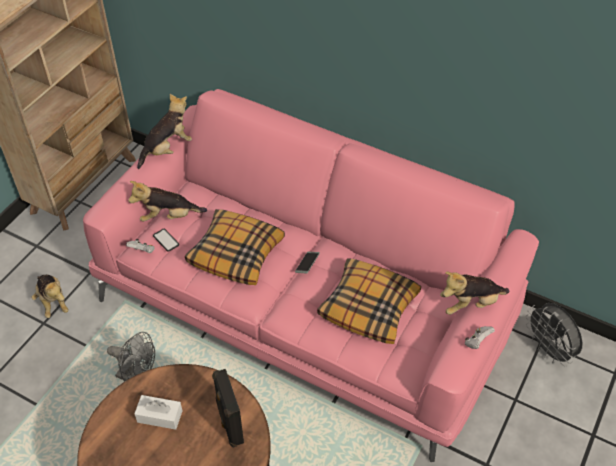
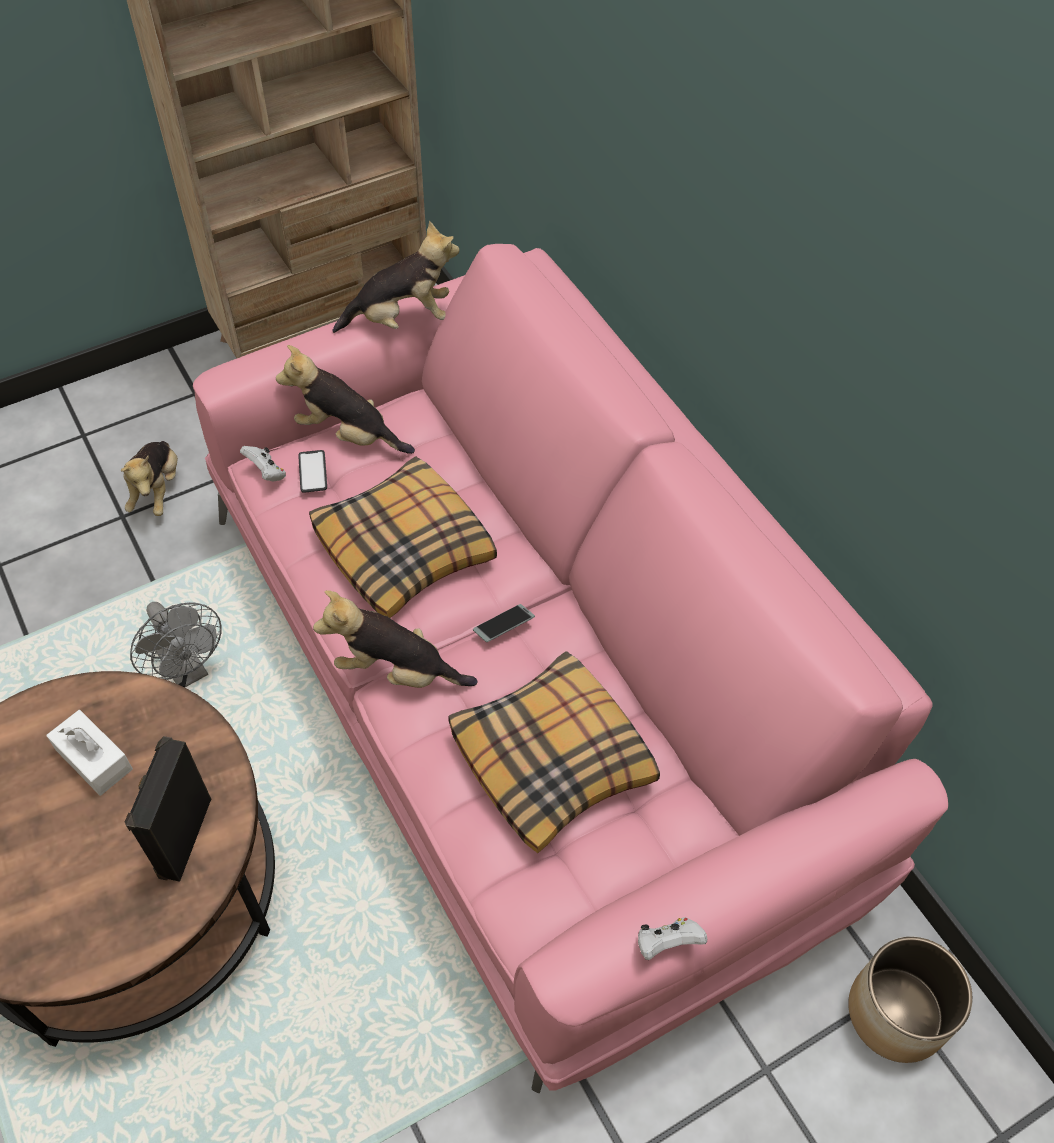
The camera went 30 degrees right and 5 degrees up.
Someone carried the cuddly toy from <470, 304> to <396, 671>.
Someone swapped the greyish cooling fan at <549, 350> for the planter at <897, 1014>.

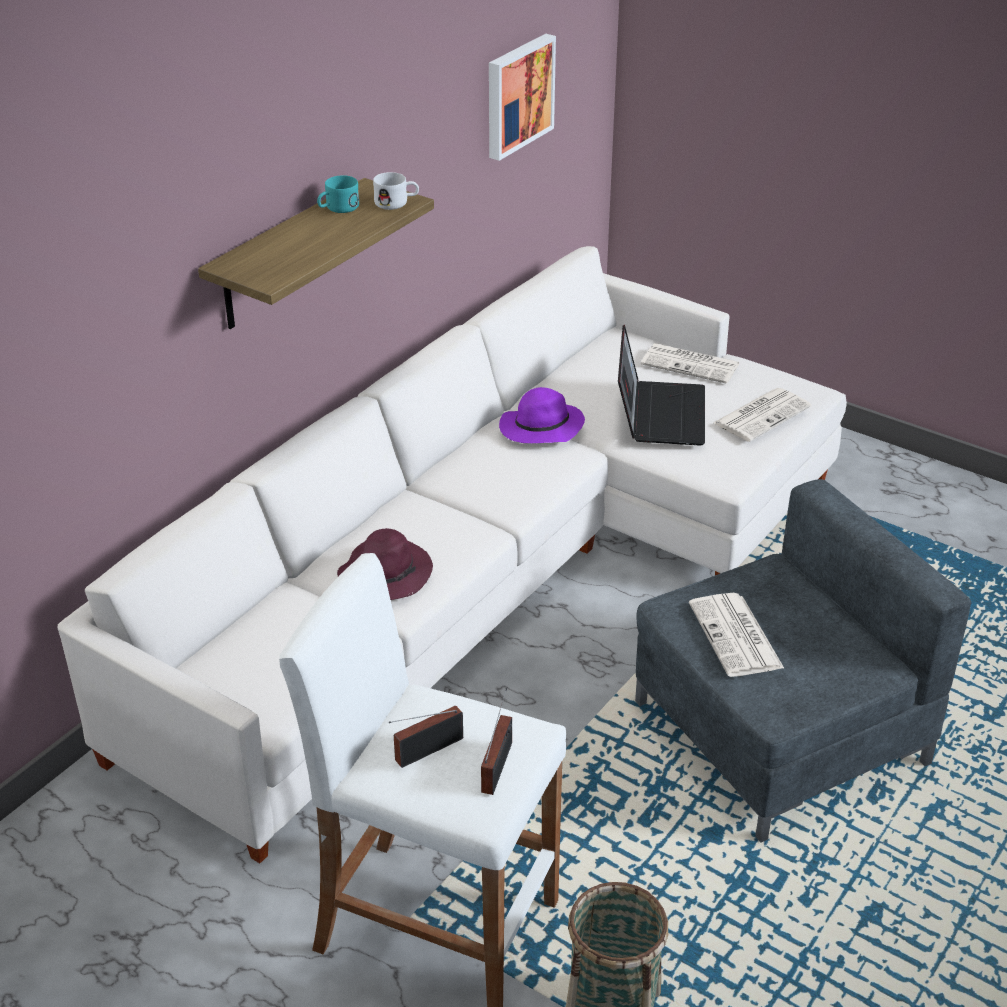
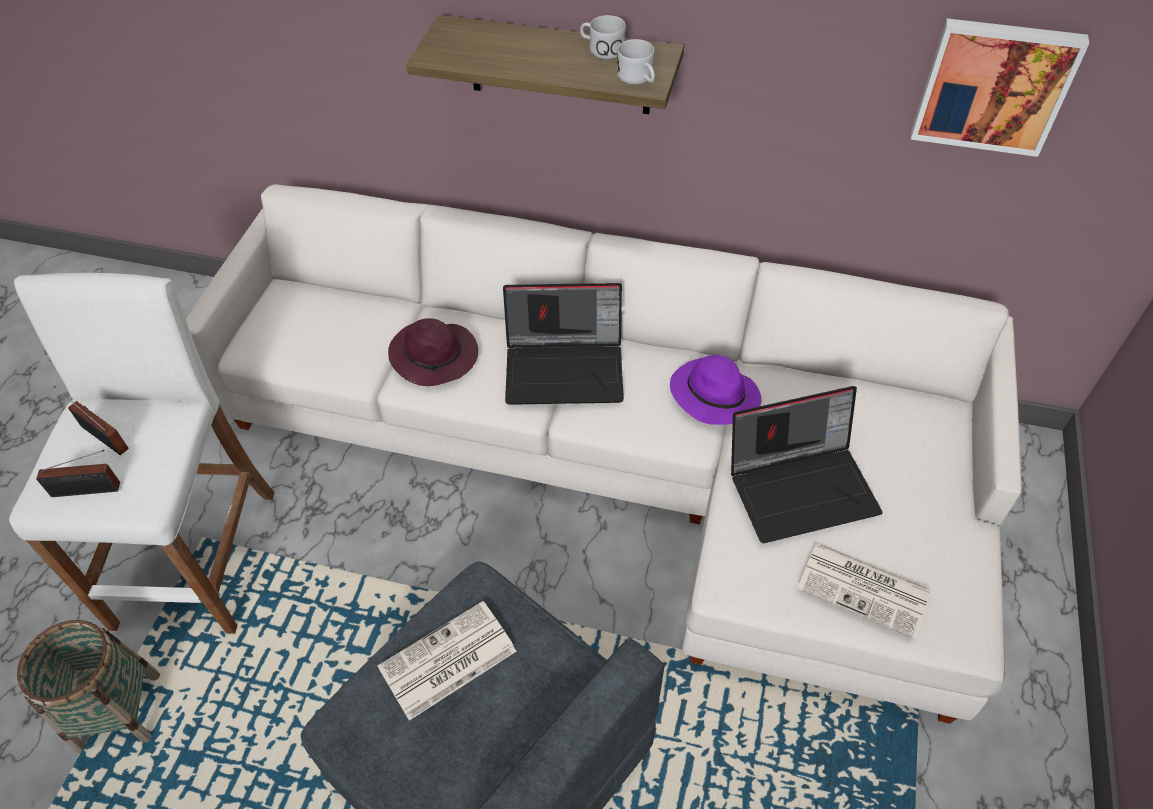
The camera went 70 degrees right and 15 degrees up.
Someone repainted the blue-green mug at <337, 208>, which became the white-coloured mug at <601, 49>.
Someone took away the printed paper at <691, 364>.
Someone put down the portable computer at <566, 368>.

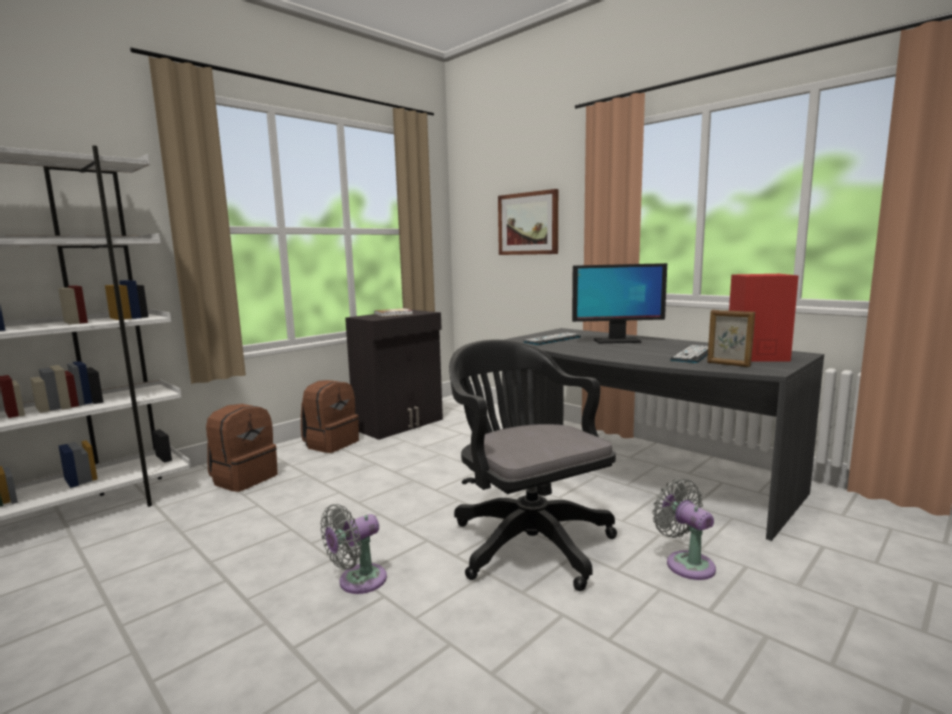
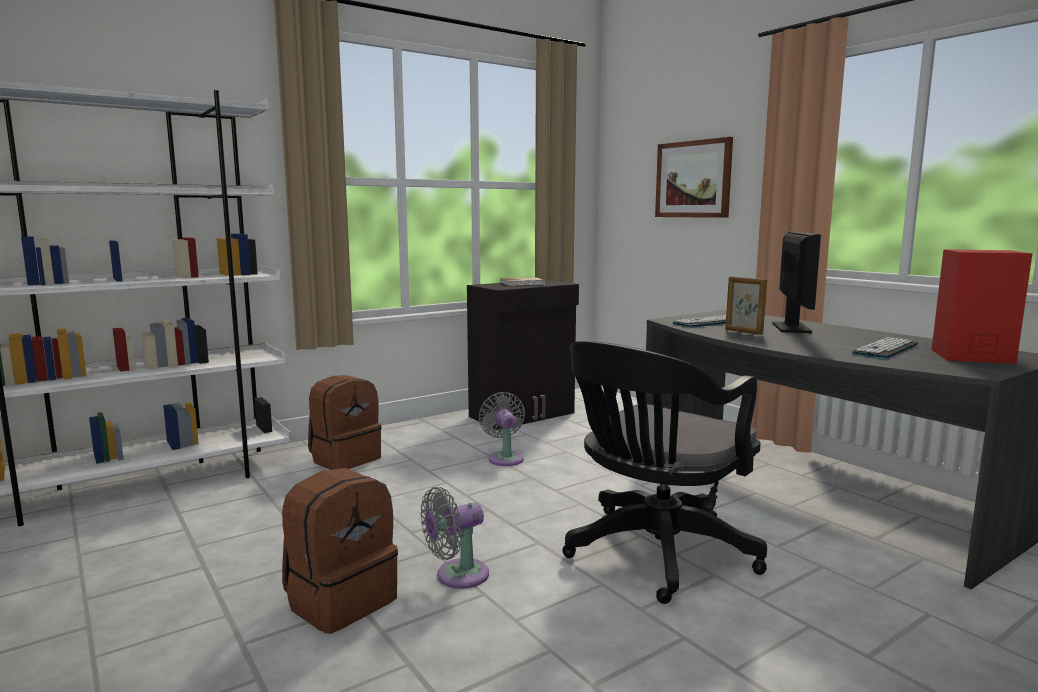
The camera went 10 degrees right and 0 degrees up.
Someone rotated the monitor at <616, 341> by 90 degrees counterclockwise.
Someone carried the photo frame from <728, 364> to <743, 332>.
Someone rotated the black computer chair at <526, 540> by 120 degrees counterclockwise.
Someone carried the brown knapsack from <331, 444> to <341, 600>.
Someone carried the greyish cooling fan from <686, 563> to <505, 458>.

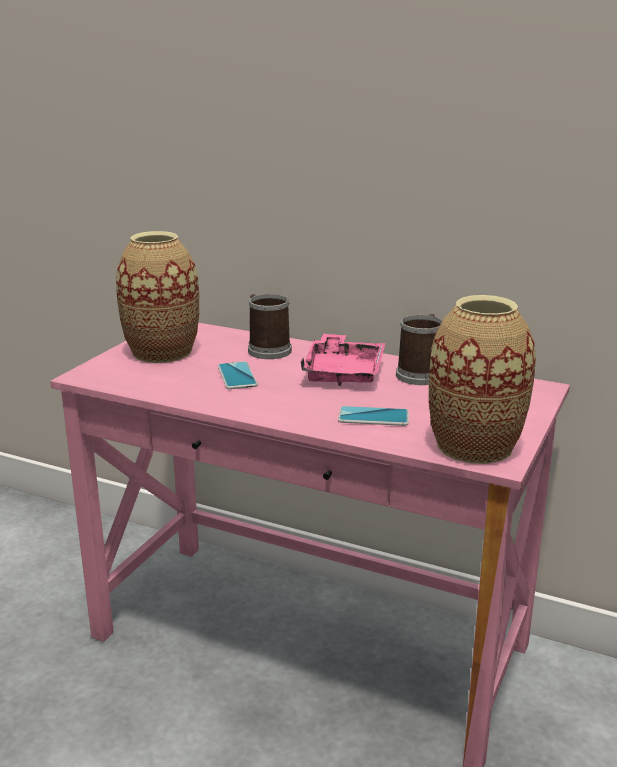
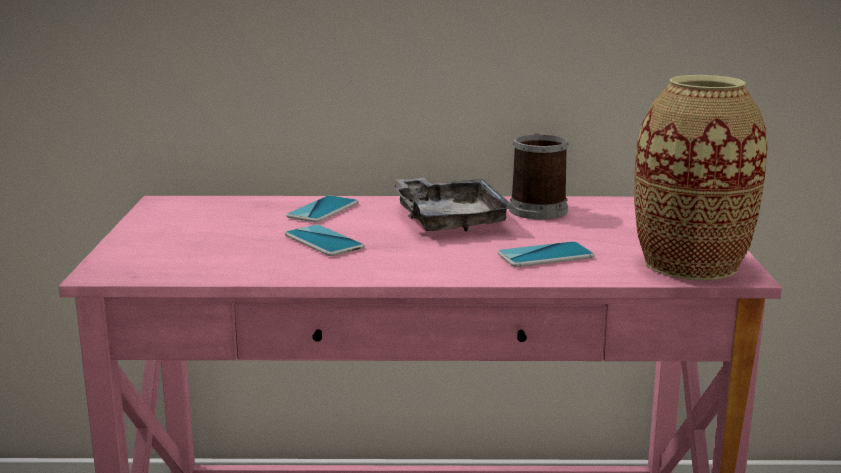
The camera went 25 degrees left and 5 degrees down.
Someone took away the vase at <162, 352>.
Someone swapped the mug at <266, 349> for the phone at <323, 210>.
Someone repainted the pink-coloured carrying tray at <343, 372>, which became the greyish carrying tray at <449, 219>.

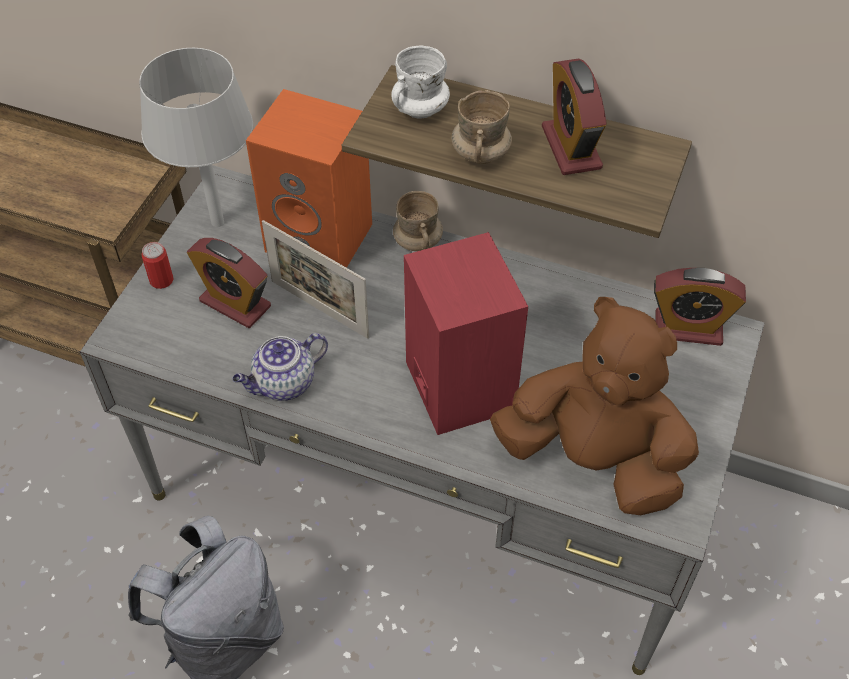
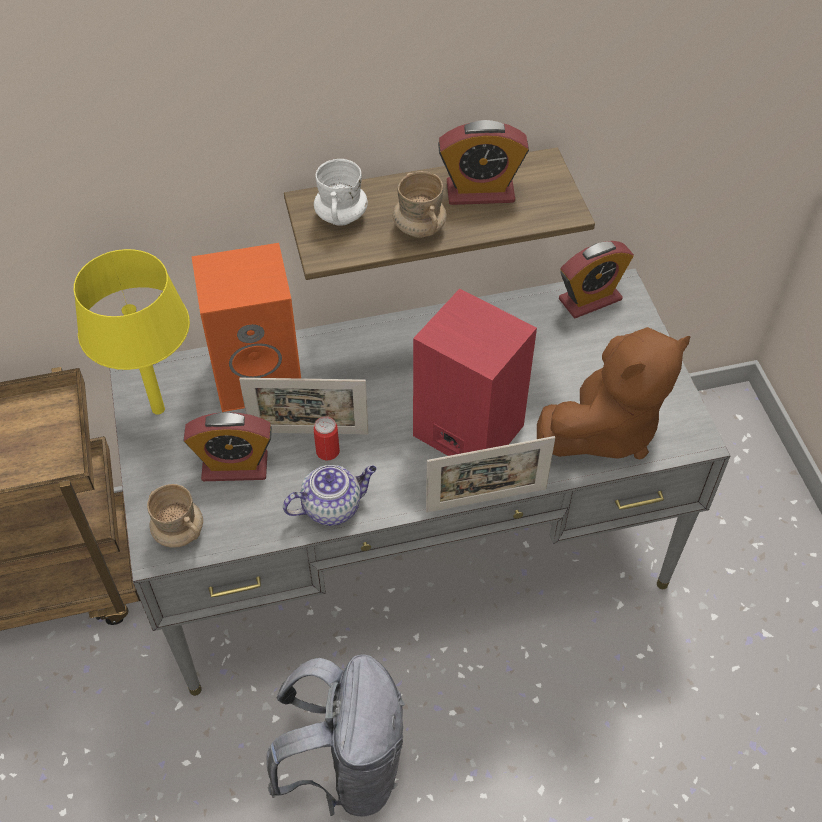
The camera went 35 degrees left and 0 degrees up.
Someone repainted the greyish lamp for a table at <217, 222>, which became the yellowish lamp for a table at <158, 409>.
Someone rotated the alarm clock at <571, 147> by 45 degrees counterclockwise.
Someone carried the sand-coloured mug from <418, 242> to <179, 532>.
Someone carried the sealed can from <161, 280> to <327, 451>.
Someone rotated the brown cuddly toy at <593, 459> by 150 degrees clockwise.
Someone rotated the pot for tea at <284, 384> by 135 degrees counterclockwise.
Someone put down the photo frame at <486, 500>.

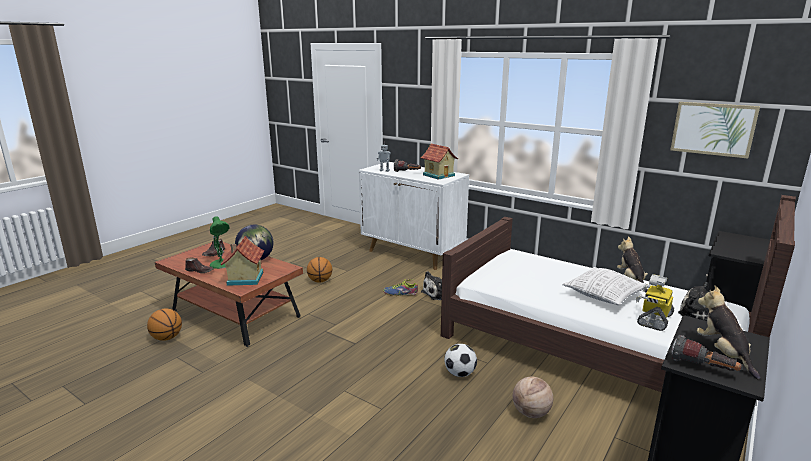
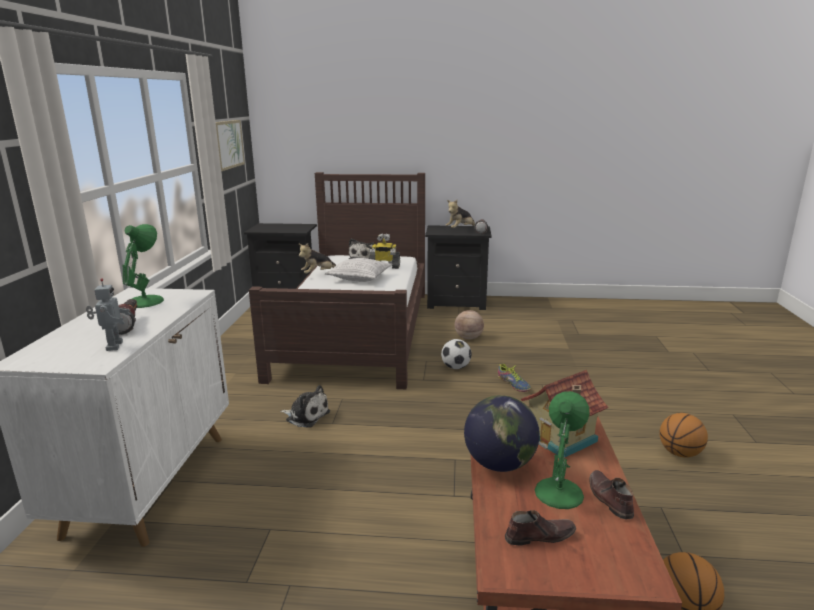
The camera went 120 degrees left and 0 degrees up.
Someone swapped the model house at <439, 175> for the greenish lamp for a table at <146, 301>.
Someone carried the ball for basketball from <320, 281> to <679, 453>.
Someone carried the low shoe from <400, 293> to <513, 384>.

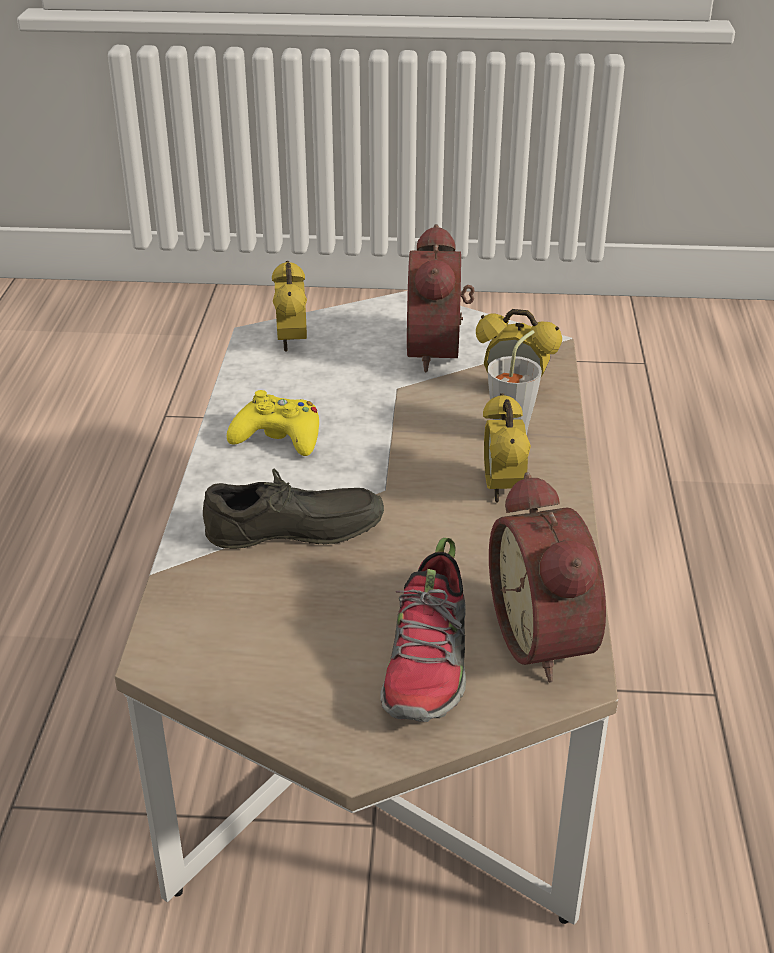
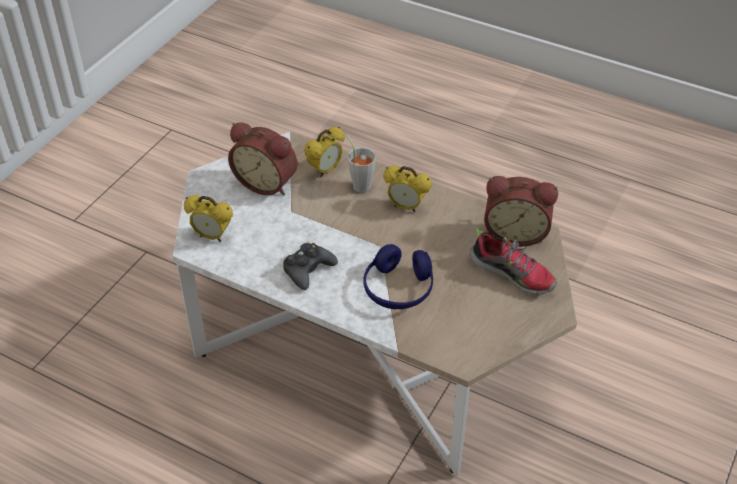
The camera went 65 degrees left and 10 degrees up.
Someone repainted the yellowish gamepad at <278, 437>, which became the black gamepad at <308, 270>.
Someone swapped the greyish low shoe at <295, 535> for the bluish headphones at <398, 288>.

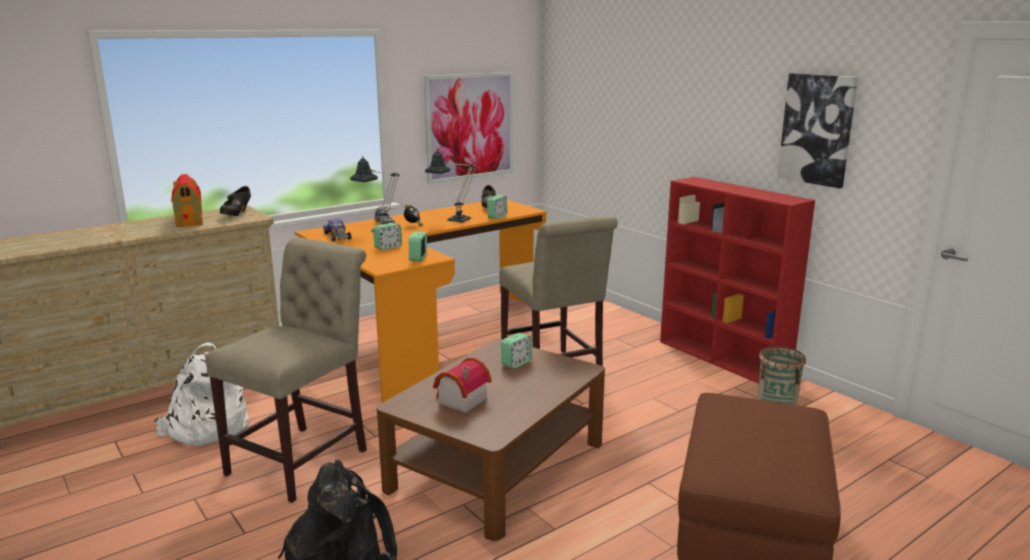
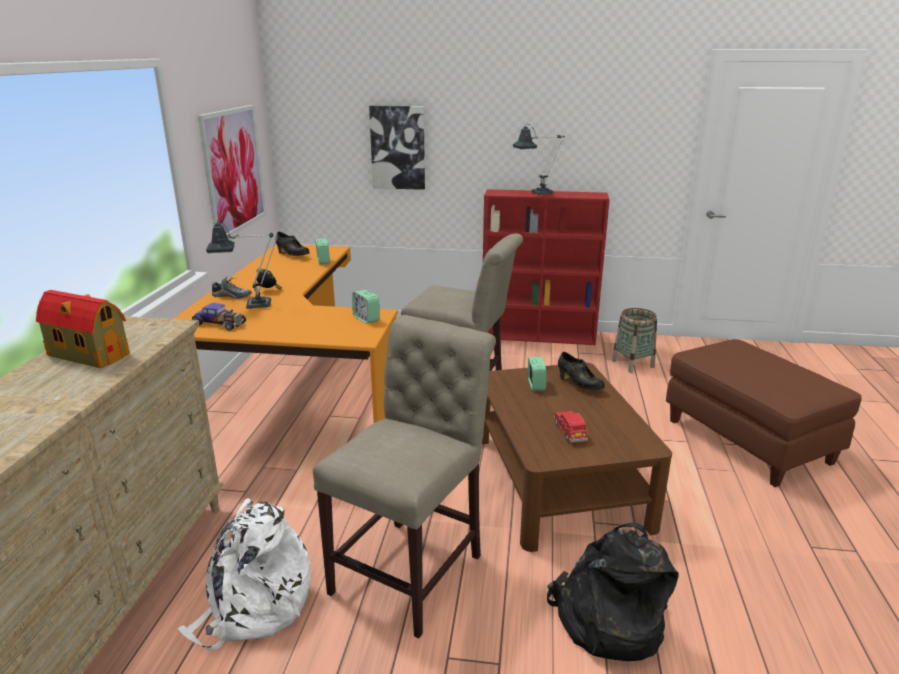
The camera went 45 degrees left and 5 degrees up.
Someone carried the wall picture from <817, 129> to <398, 147>.
Someone carried the lamp for a table from <454, 220> to <537, 193>.
Someone carried the black low shoe from <236, 214> to <579, 385>.
Someone took away the alarm clock at <388, 247>.
Someone rotated the sand-coloured chair at <304, 458> by 45 degrees clockwise.
Someone swapped the model house at <459, 401> for the red-coloured toy car at <570, 432>.

